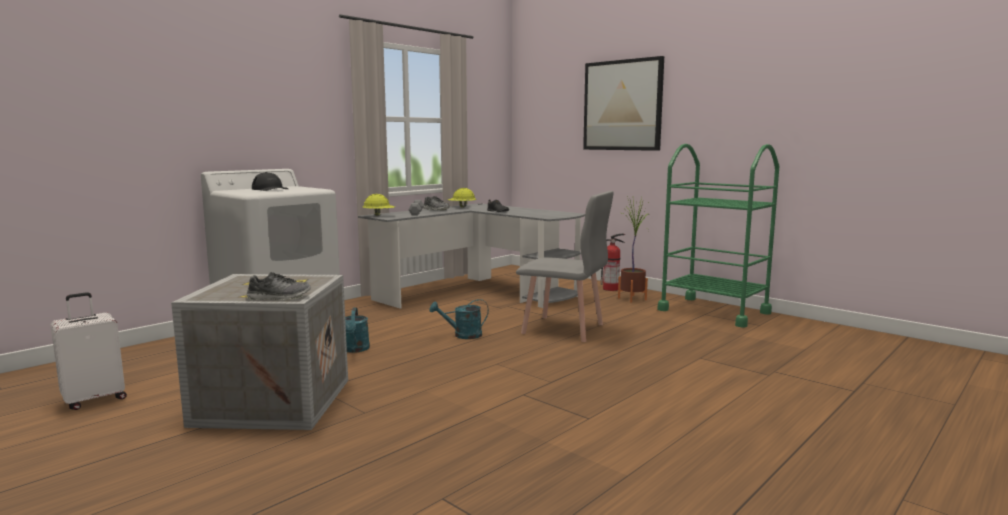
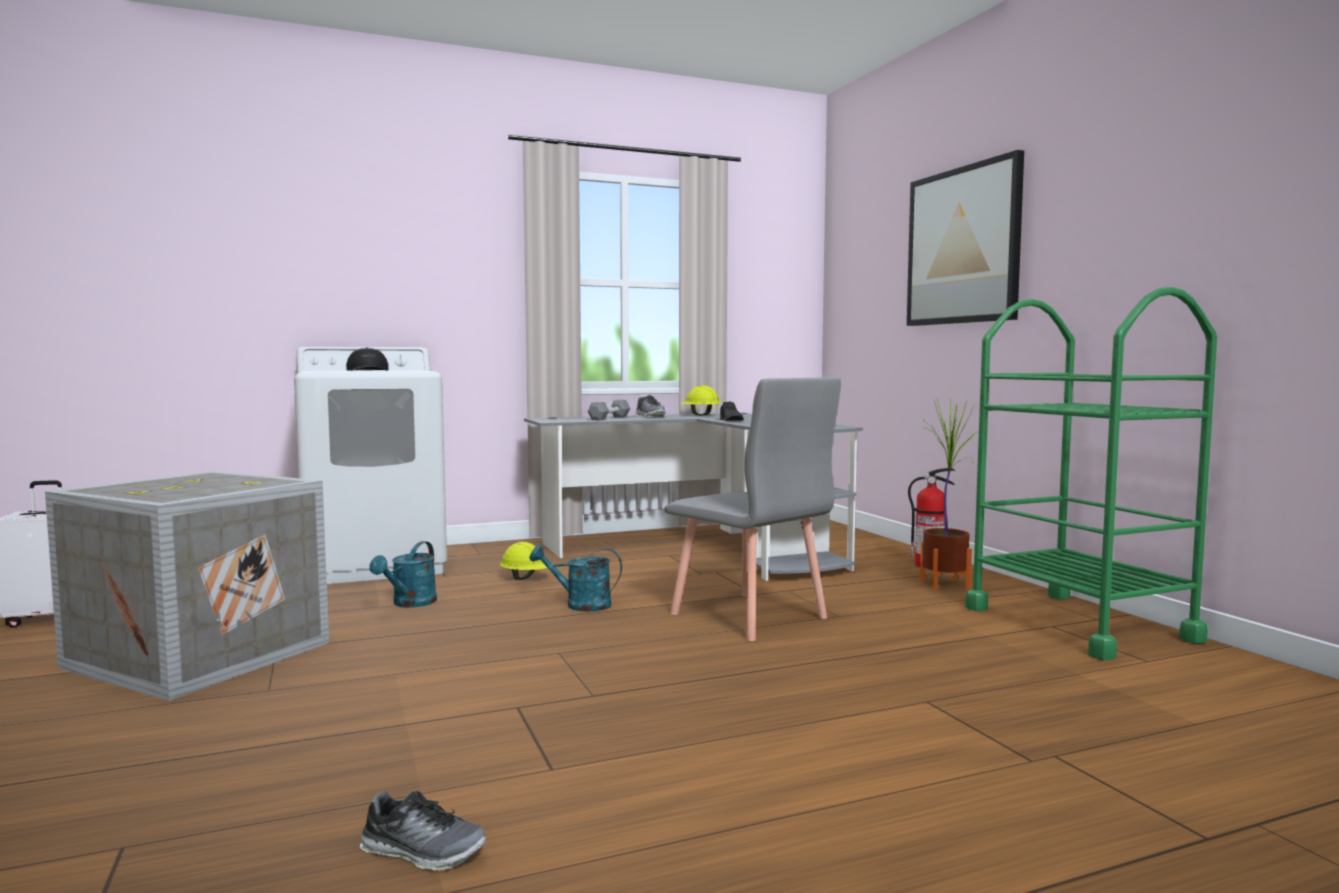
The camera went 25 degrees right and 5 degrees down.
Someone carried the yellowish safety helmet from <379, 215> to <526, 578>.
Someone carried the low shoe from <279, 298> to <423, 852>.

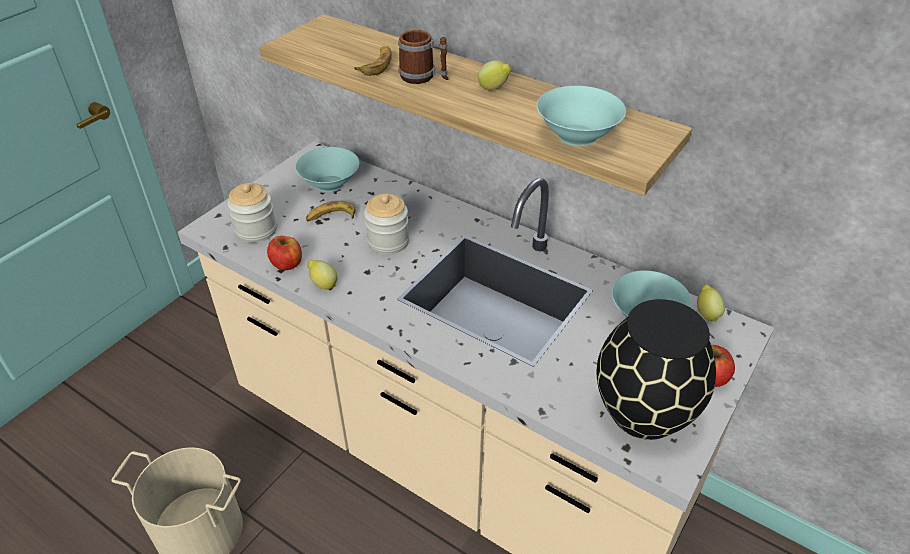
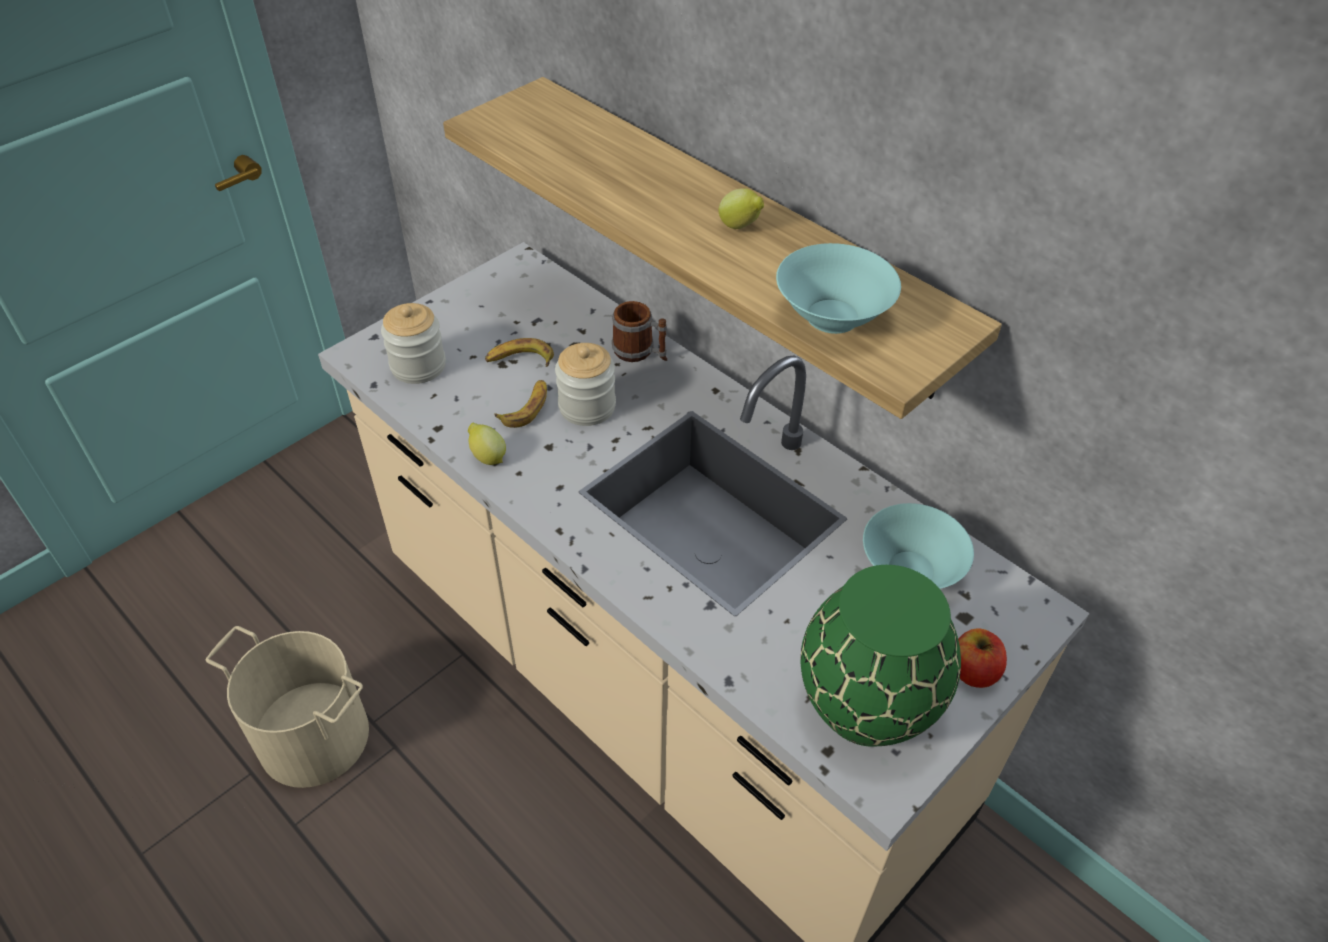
The camera went 10 degrees right and 5 degrees up.
Someone carried the mug from <424, 77> to <640, 352>.
Someone carried the banana from <377, 65> to <526, 407>.
Someone took away the blue-green bowl at <330, 183>.
Someone took away the apple fruit at <287, 264>.
Someone took away the whole lemon at <706, 313>.
Someone repainted the black vase at <642, 411>, which became the greenish vase at <864, 704>.

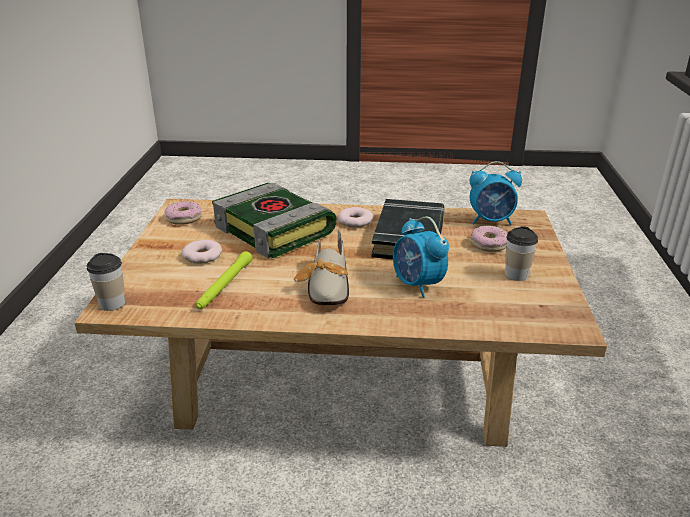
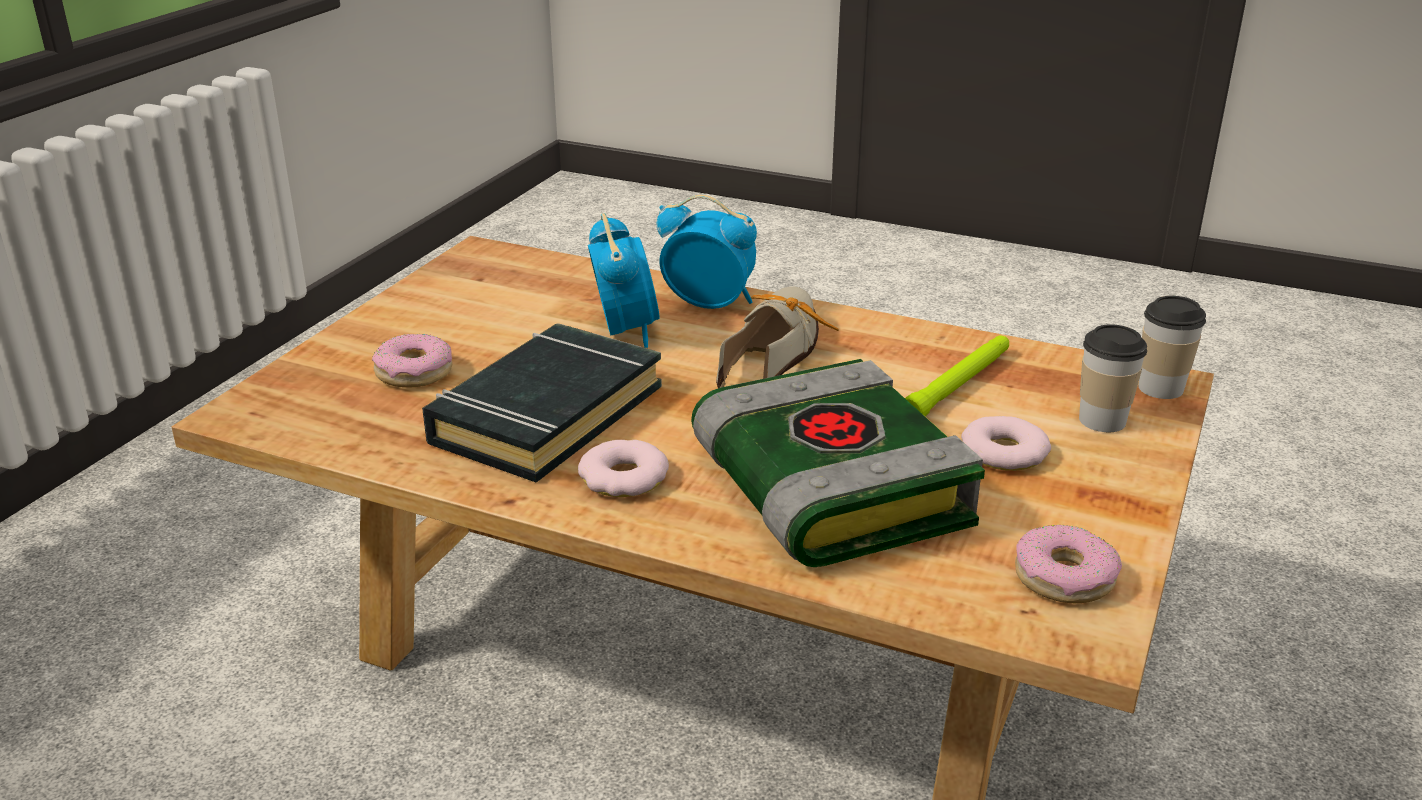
The camera went 160 degrees left and 0 degrees up.
Someone carried the alarm clock from <491, 221> to <709, 303>.
Someone carried the drinking cup from <516, 275> to <1102, 420>.

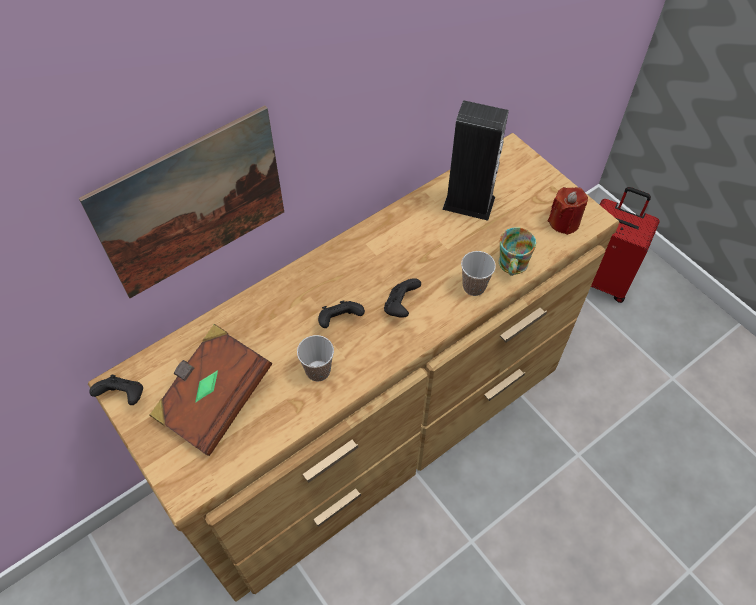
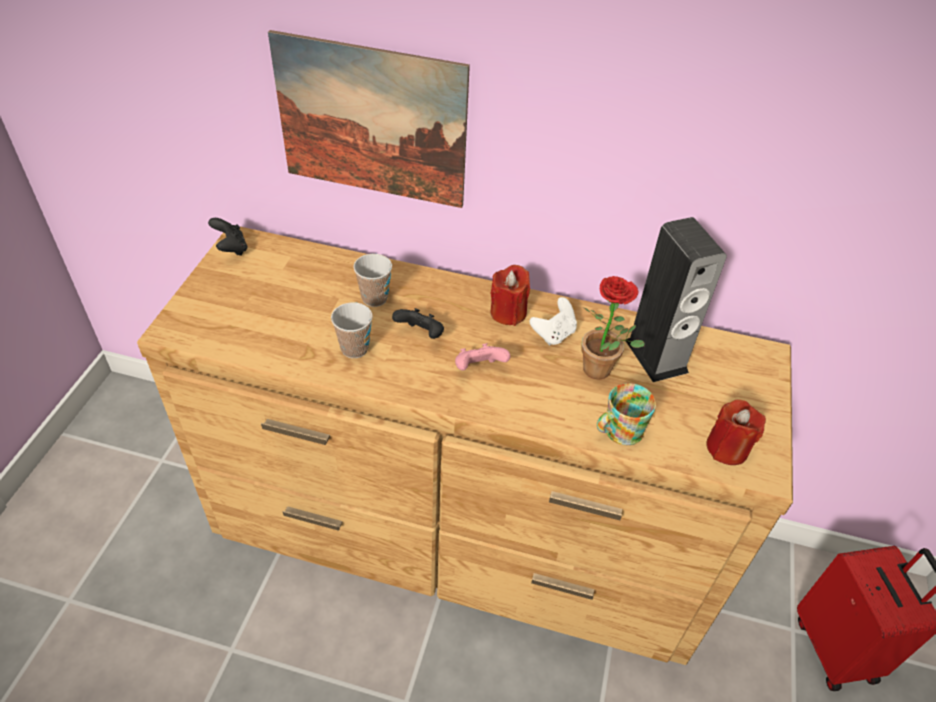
The camera went 50 degrees right and 10 degrees down.
Someone carried the drinking cup from <474, 287> to <374, 298>.
Someone repainted the black gamepad at <400, 306>, which became the pink-coloured gamepad at <479, 369>.
Someone took away the brown volume at <214, 398>.
Someone put down the red-coloured candle at <508, 312>.
Someone put down the plant in a pot at <602, 372>.
Someone put down the white-coloured gamepad at <553, 334>.

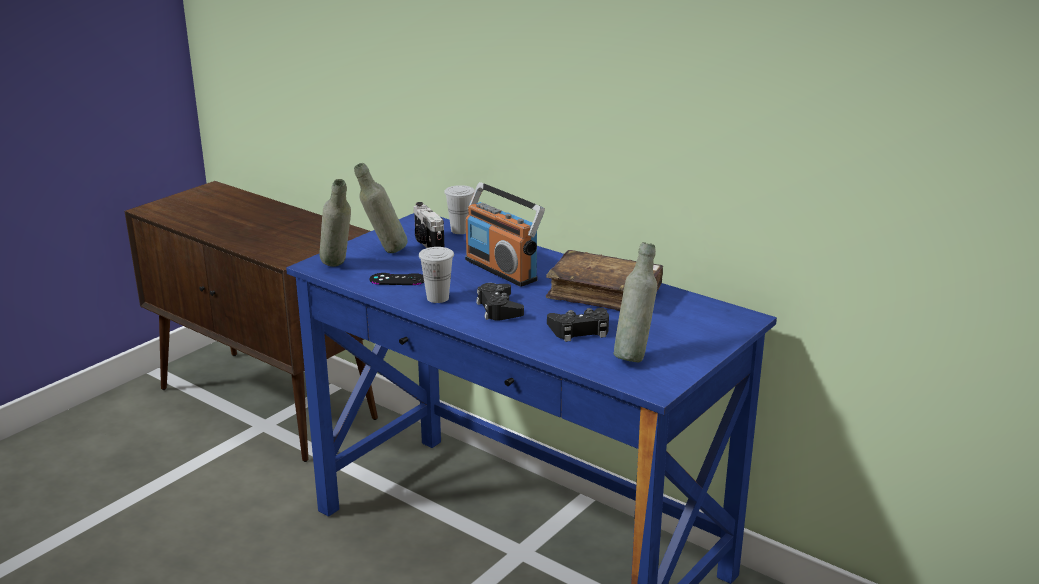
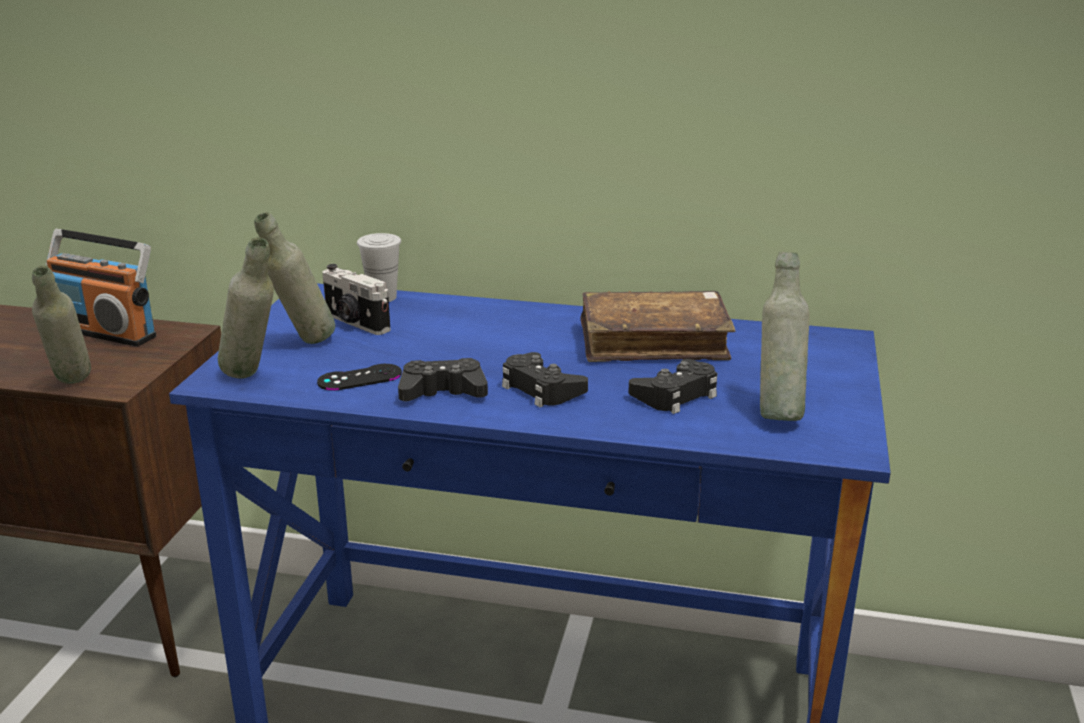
The camera went 25 degrees left and 0 degrees up.
Someone carried the radio from <502, 270> to <107, 332>.
Someone swapped the white-coloured drinking cup at <437, 298> for the black gamepad at <443, 391>.
Someone put down the greyish drink bottle at <72, 386>.

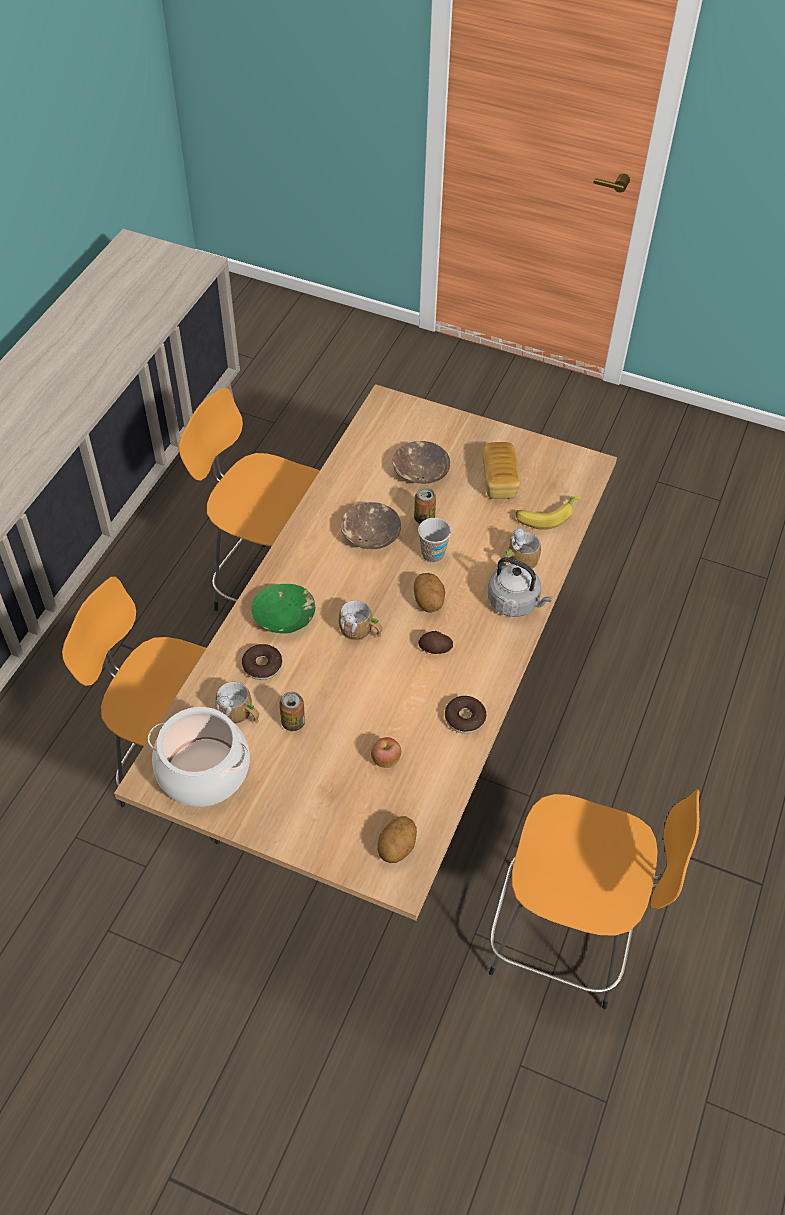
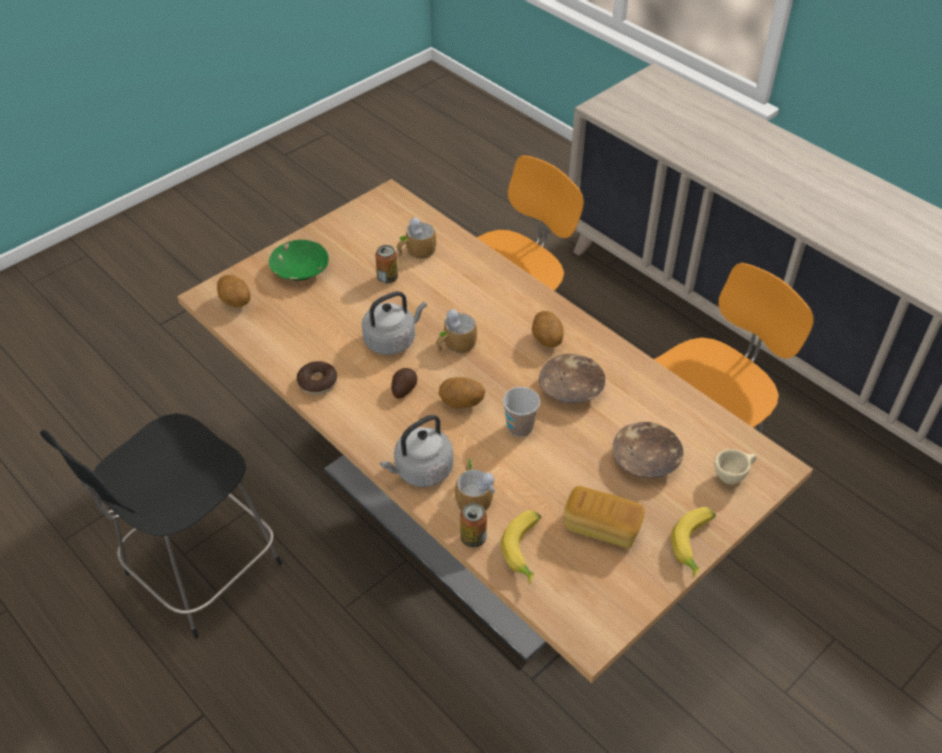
The camera went 115 degrees right and 5 degrees down.
Someone carried the sealed can from <424, 518> to <473, 538>.
Someone carried the greenish bowl from <284, 617> to <299, 270>.
Someone took away the doughnut at <262, 666>.
Someone took away the saucepot at <204, 771>.
Someone took away the apple fruit at <386, 760>.
Someone repainted the orange-coloured stool at <566, 939>, which became the black stool at <199, 572>.
Someone put down the greyish kettle at <392, 340>.
Someone put down the potato at <546, 340>.
Someone put down the sand-coloured drinking cup at <732, 476>.
Someone put down the banana at <696, 545>.

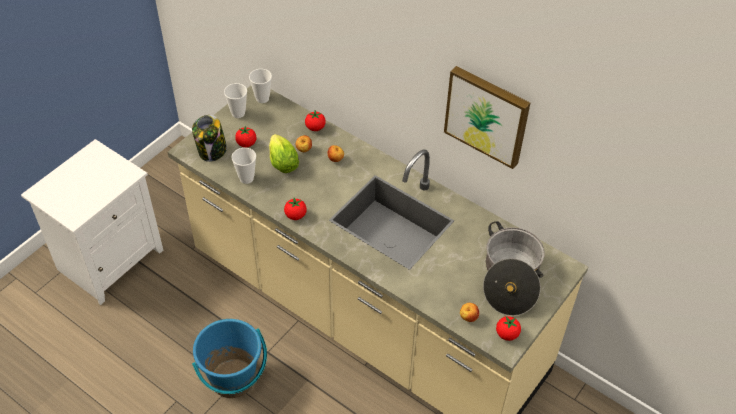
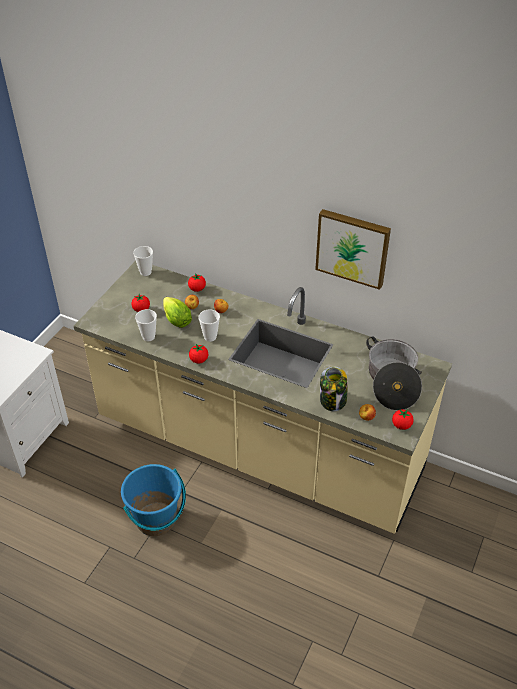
The camera went 10 degrees left and 5 degrees down.
Someone carried the drinking cup from <238, 113> to <210, 337>.
Someone carried the jar from <212, 151> to <333, 400>.

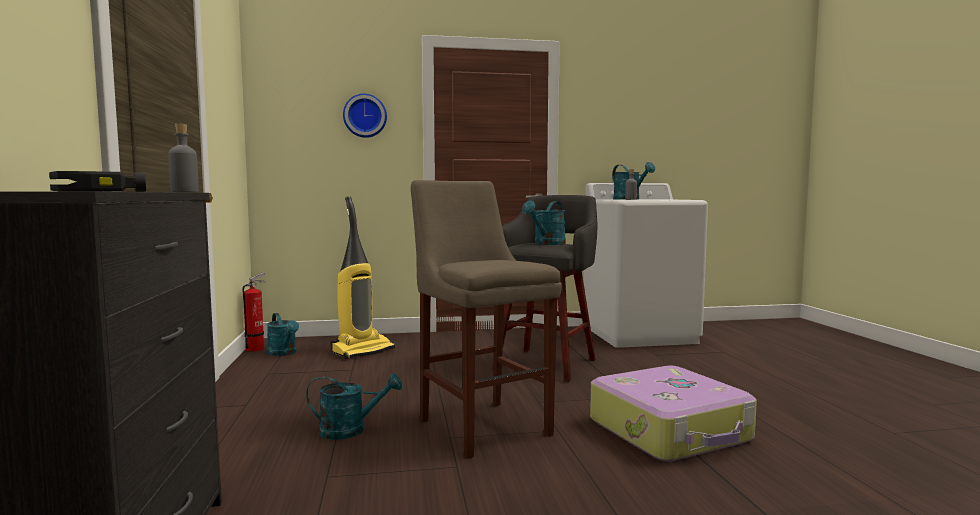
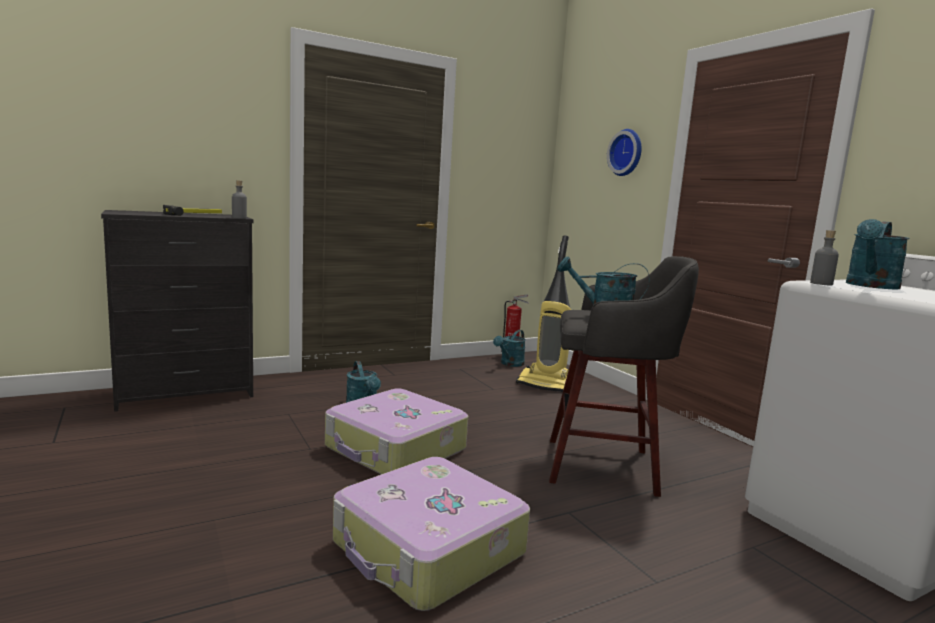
The camera went 70 degrees right and 5 degrees up.
Someone swapped the sand-coloured stool at <481, 425> for the travel case at <395, 449>.

